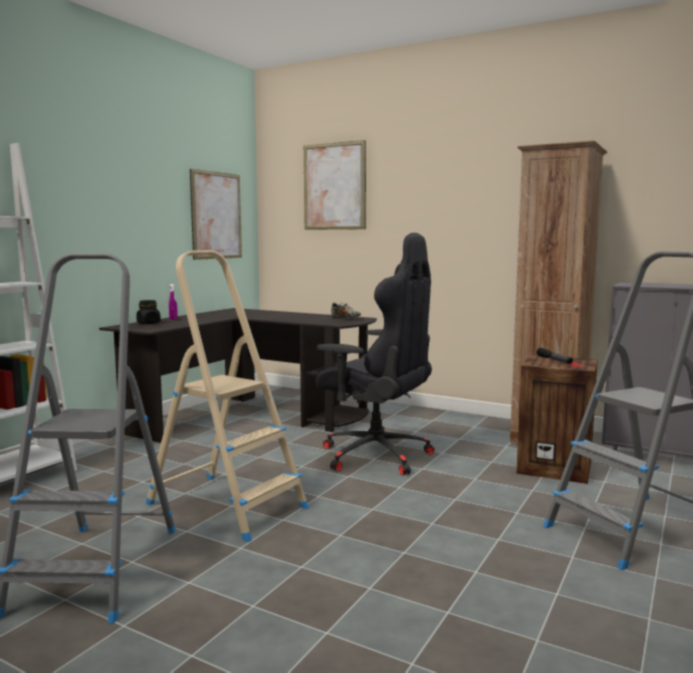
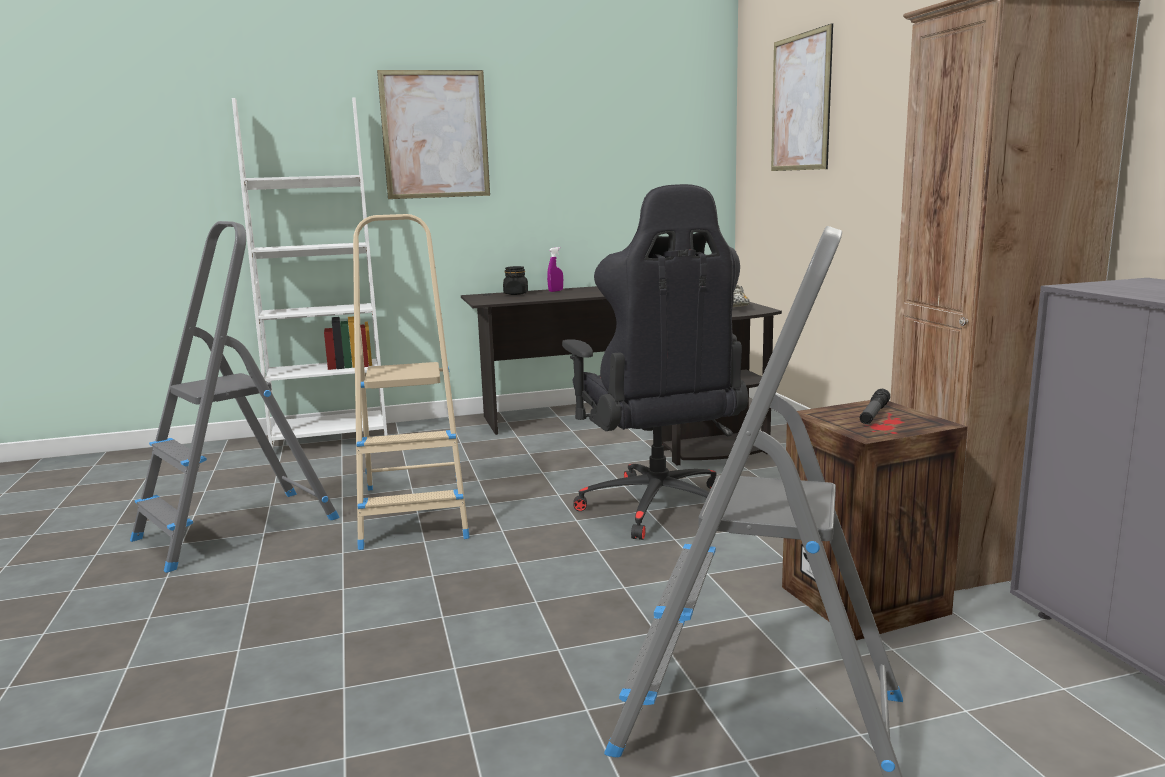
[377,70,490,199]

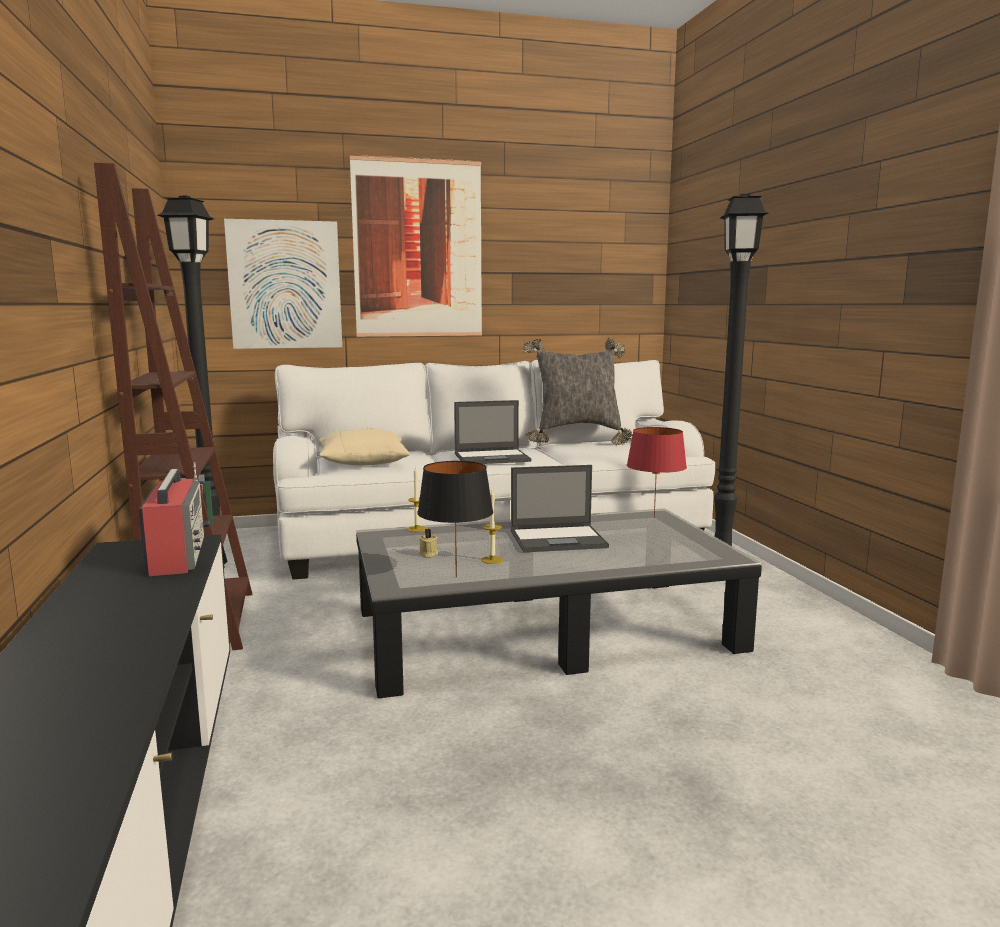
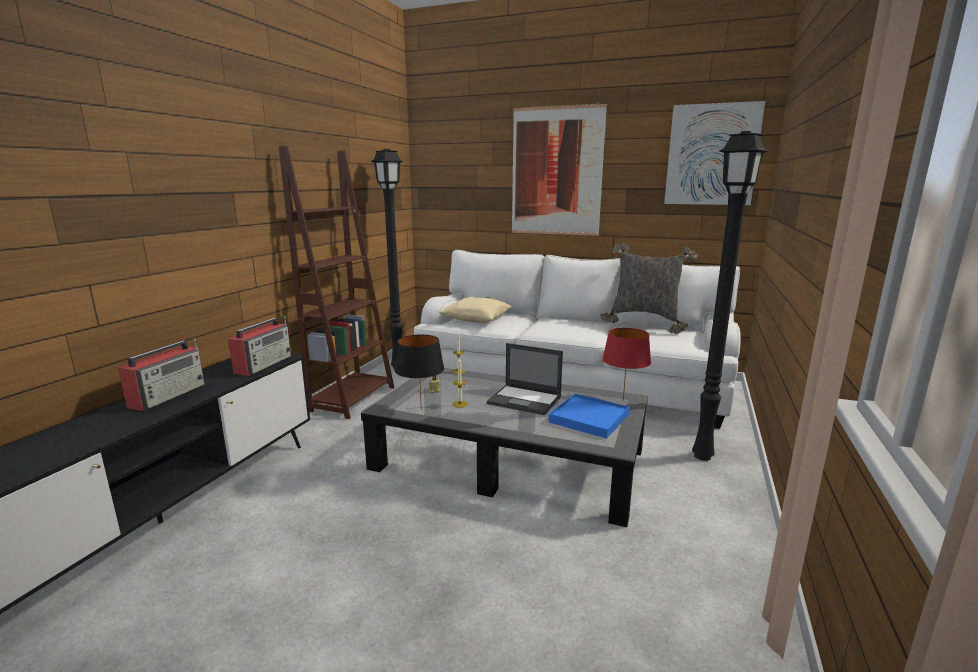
[664,101,765,205]
[454,400,531,464] (first image)
[118,338,205,411]
[549,394,629,439]

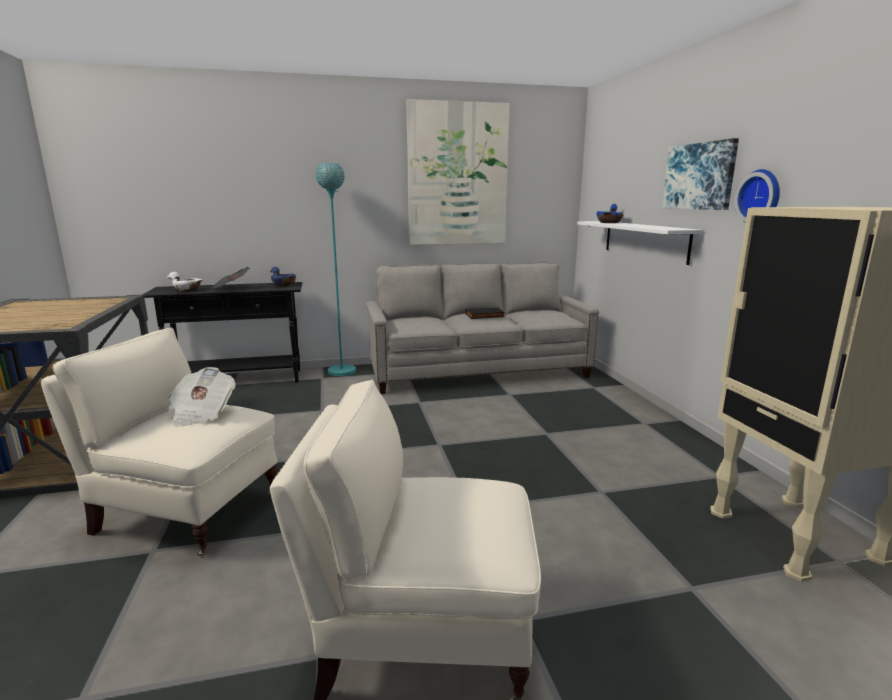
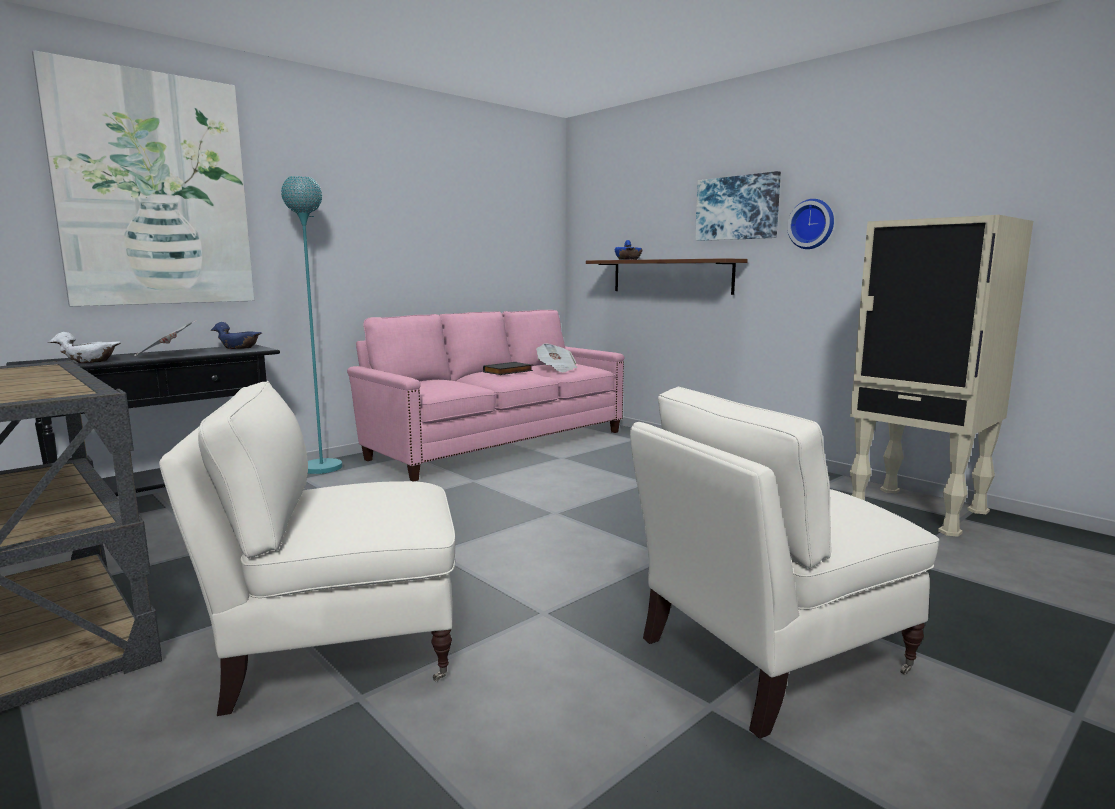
[536,343,577,372]
[347,310,624,481]
[32,50,254,306]
[586,258,748,295]

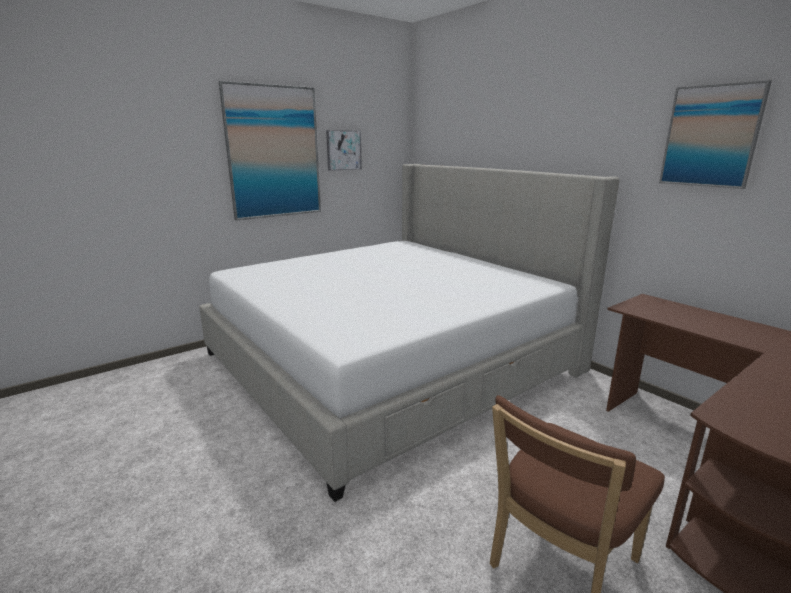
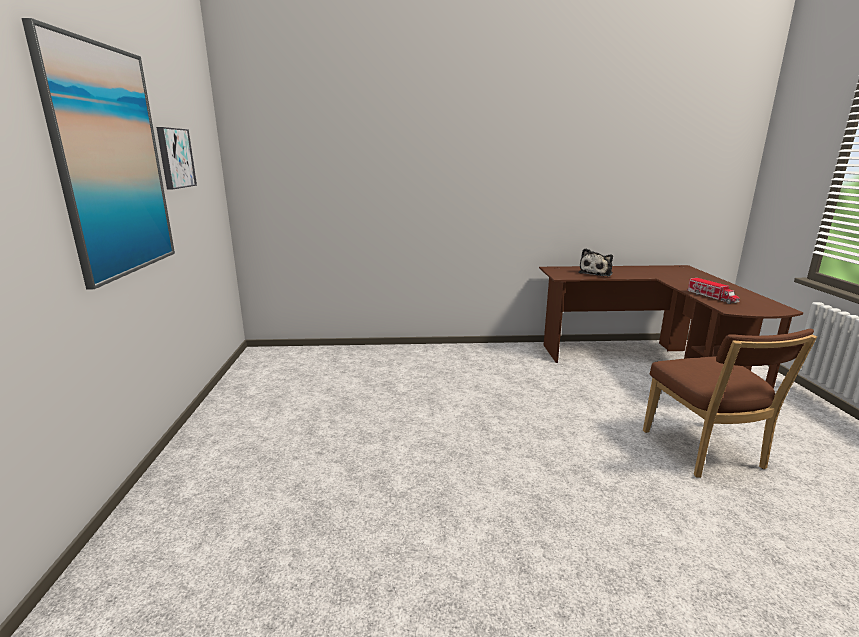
[199,164,620,502] (first image)
[659,80,772,189] (first image)
[578,248,613,277]
[687,278,740,304]

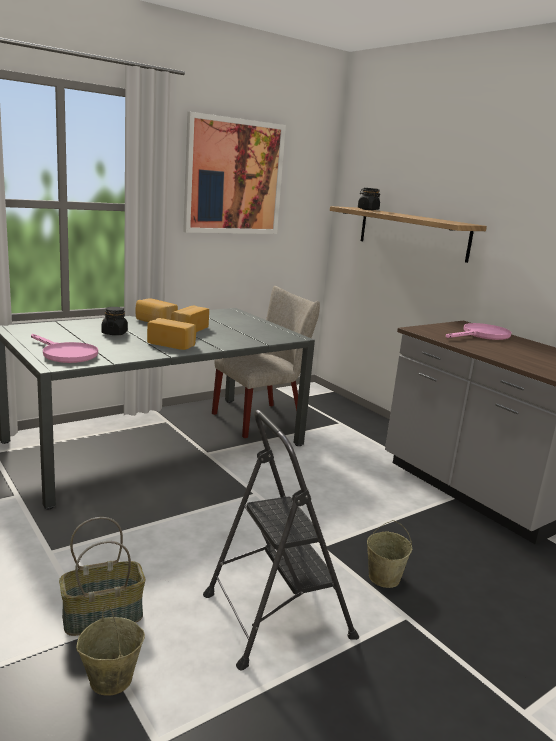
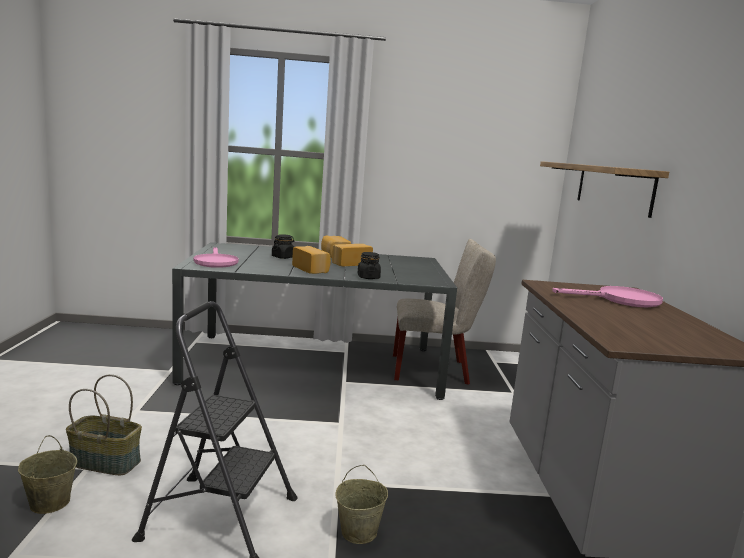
[183,112,286,234] (first image)
[357,252,381,279]

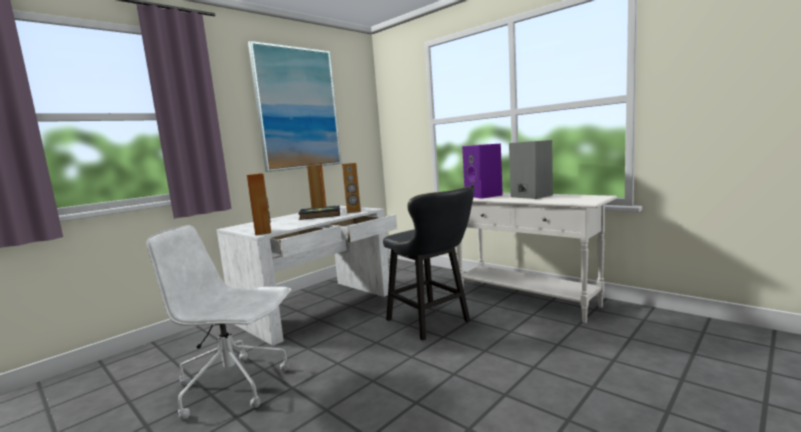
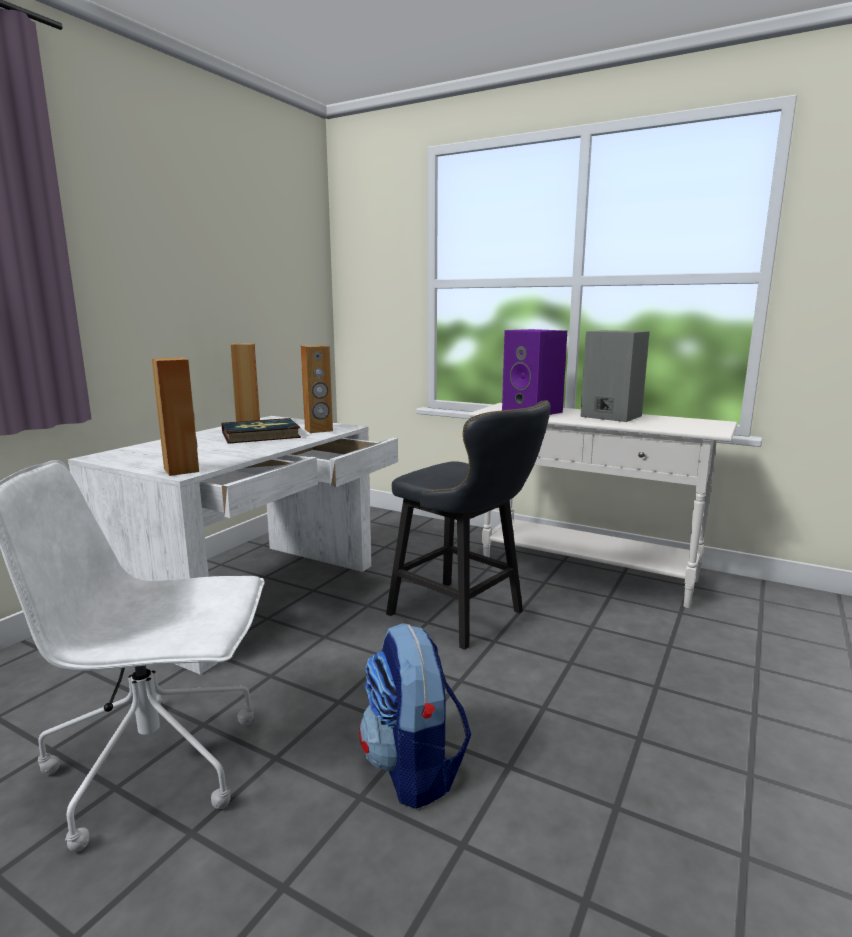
[248,41,342,172] (first image)
[359,623,471,809]

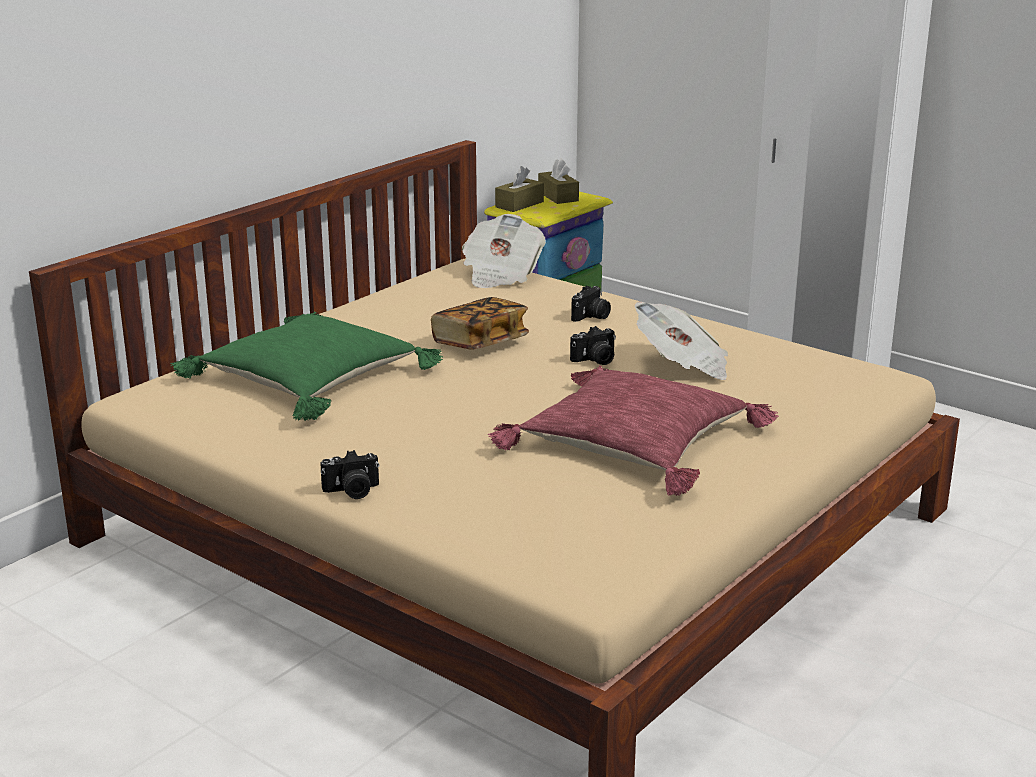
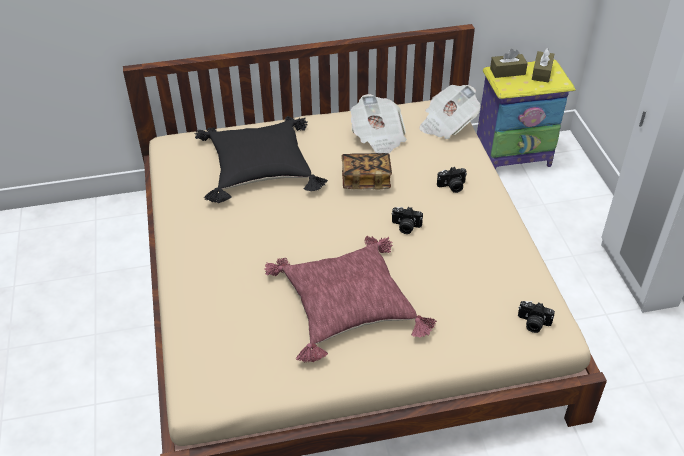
[195,116,328,203]
[518,301,555,333]
[350,94,407,153]

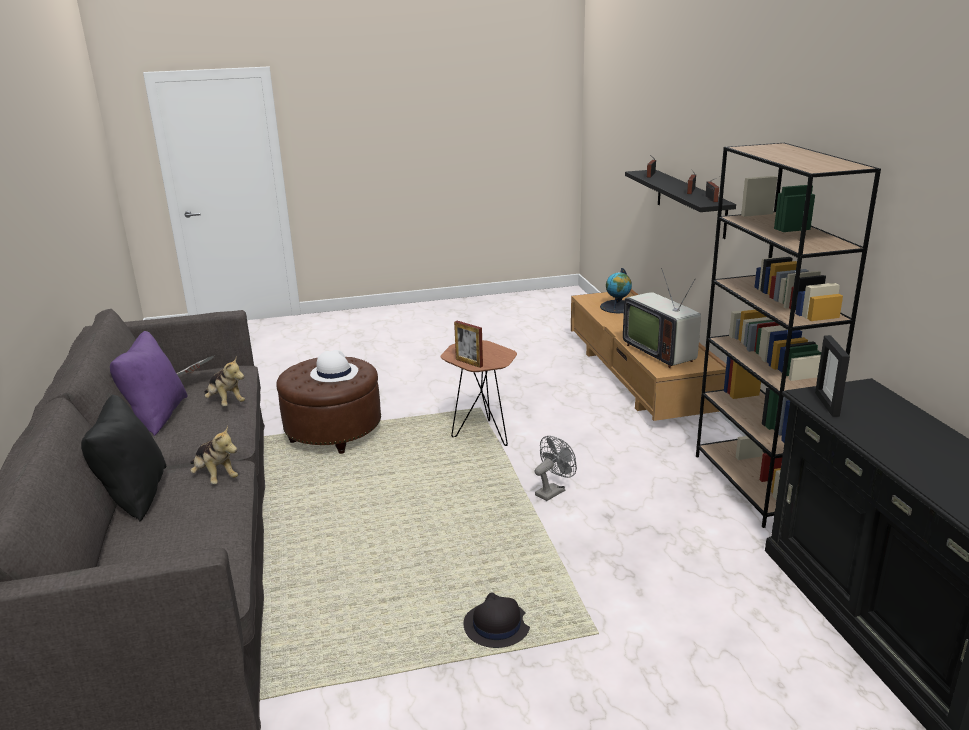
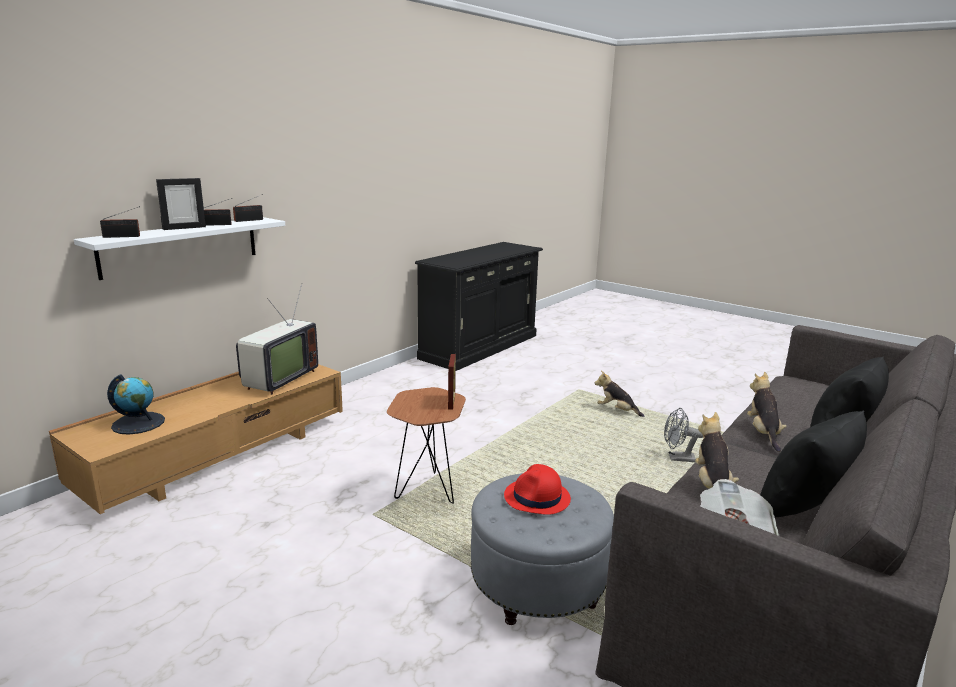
[760,410,867,518]
[471,473,614,625]
[504,464,571,515]
[594,371,644,417]
[664,408,703,462]
[74,217,285,280]
[696,143,881,528] (first image)
[156,178,206,230]

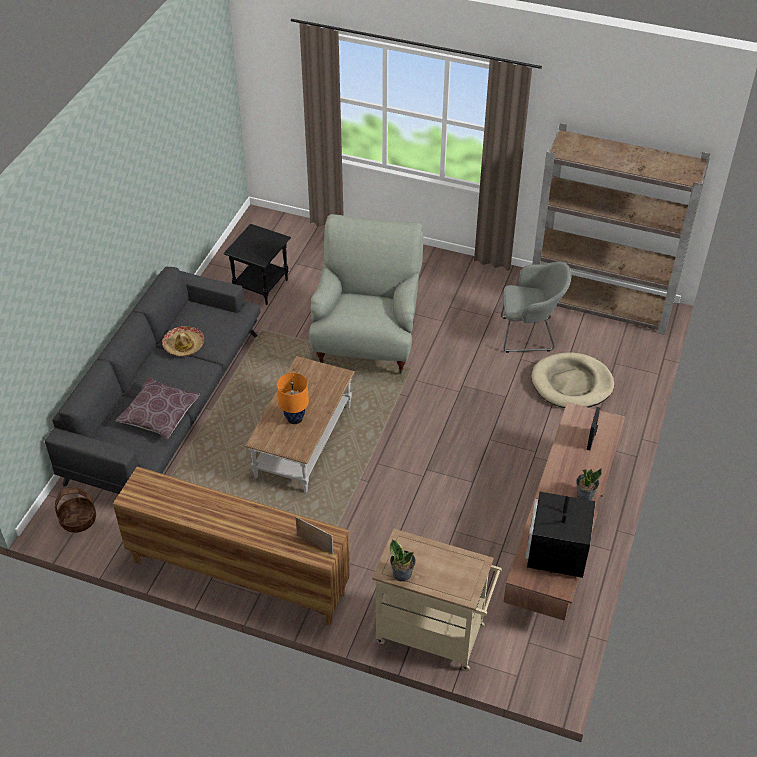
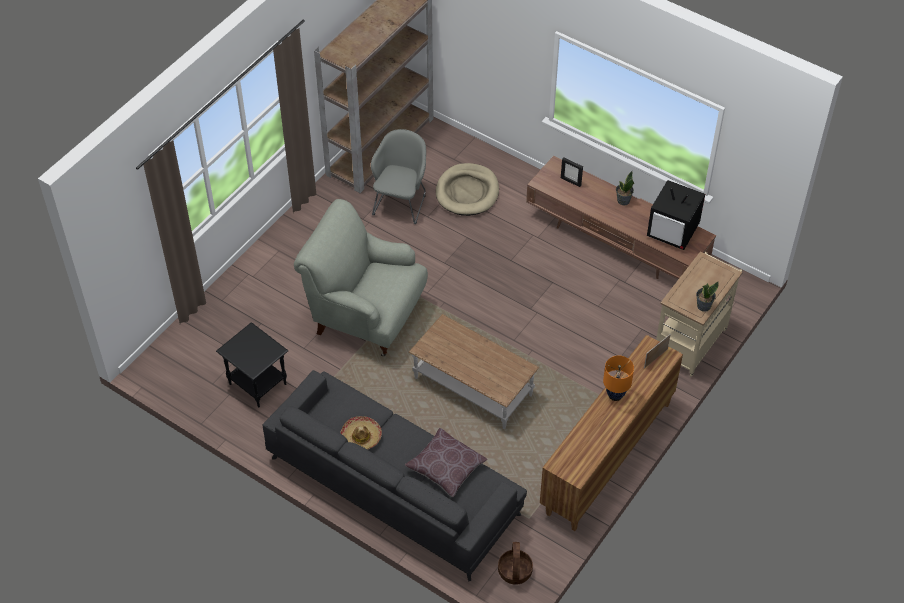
[603,356,634,401]

